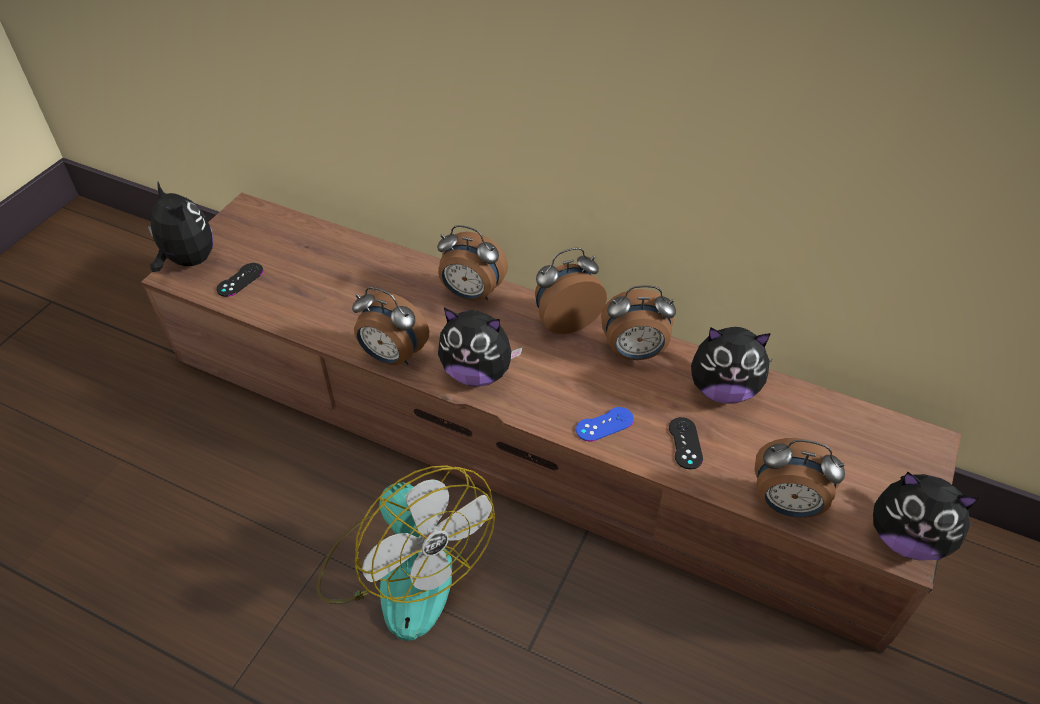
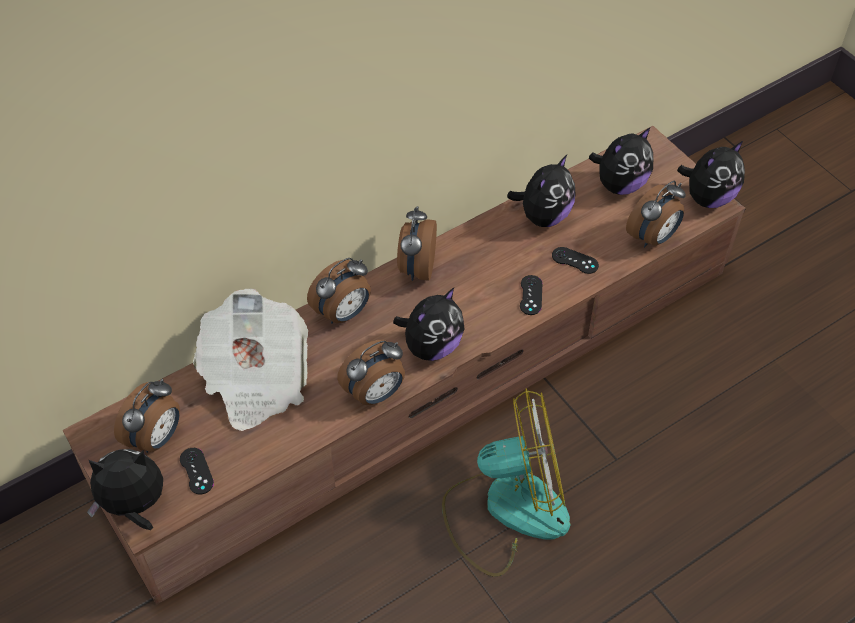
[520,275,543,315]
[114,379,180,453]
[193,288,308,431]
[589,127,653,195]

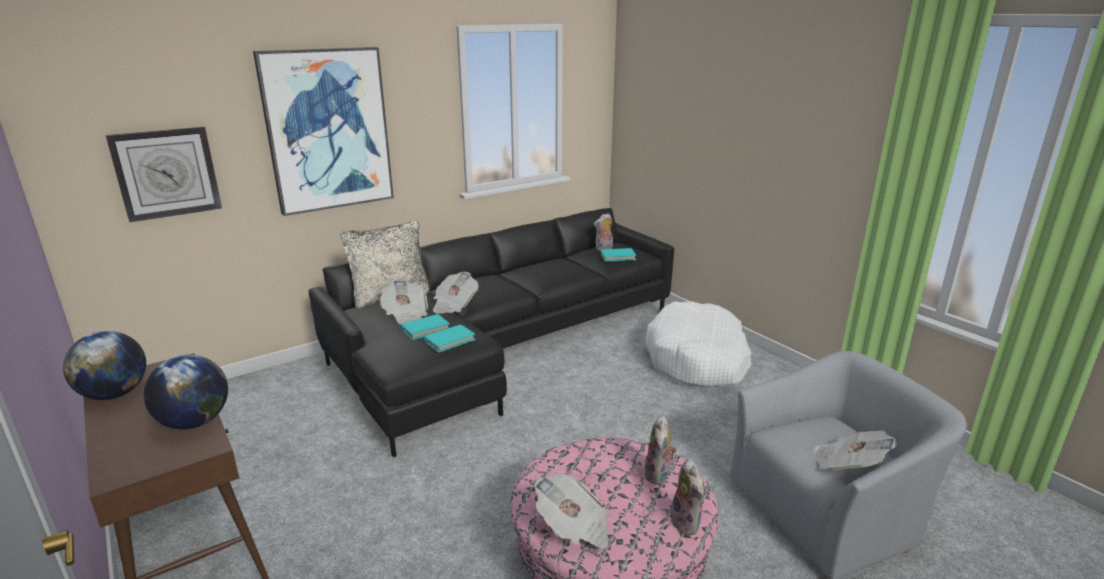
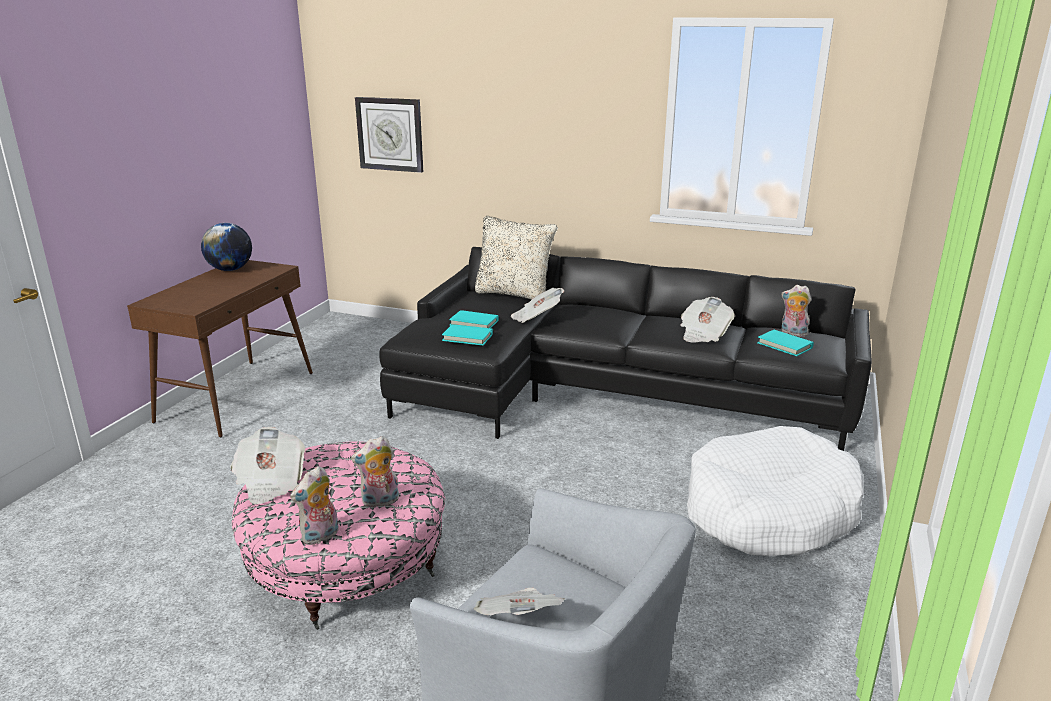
[144,355,228,429] (first image)
[253,47,394,216] (first image)
[680,297,735,342]

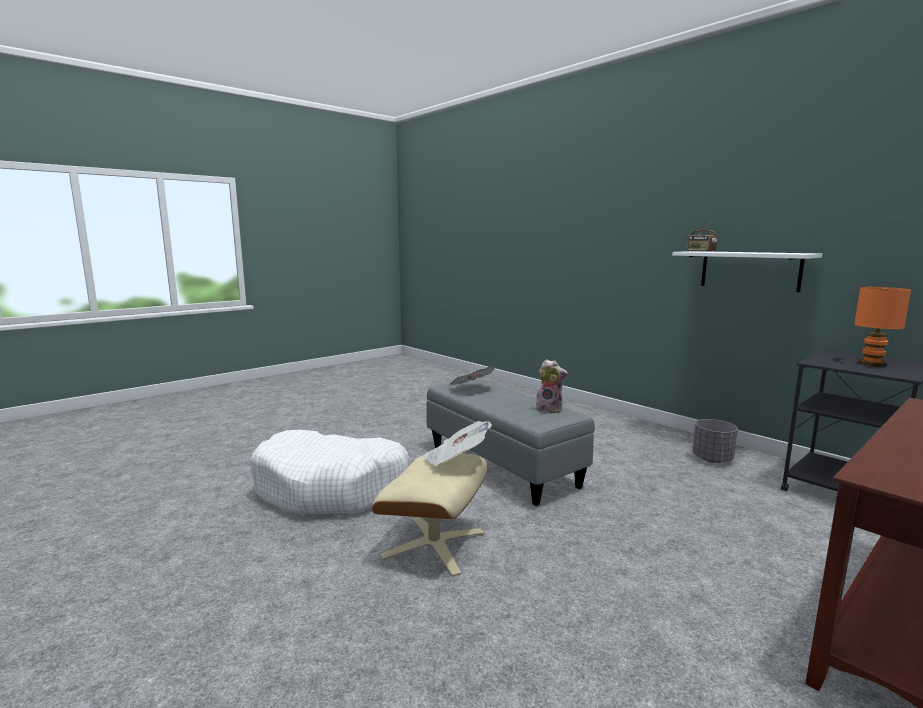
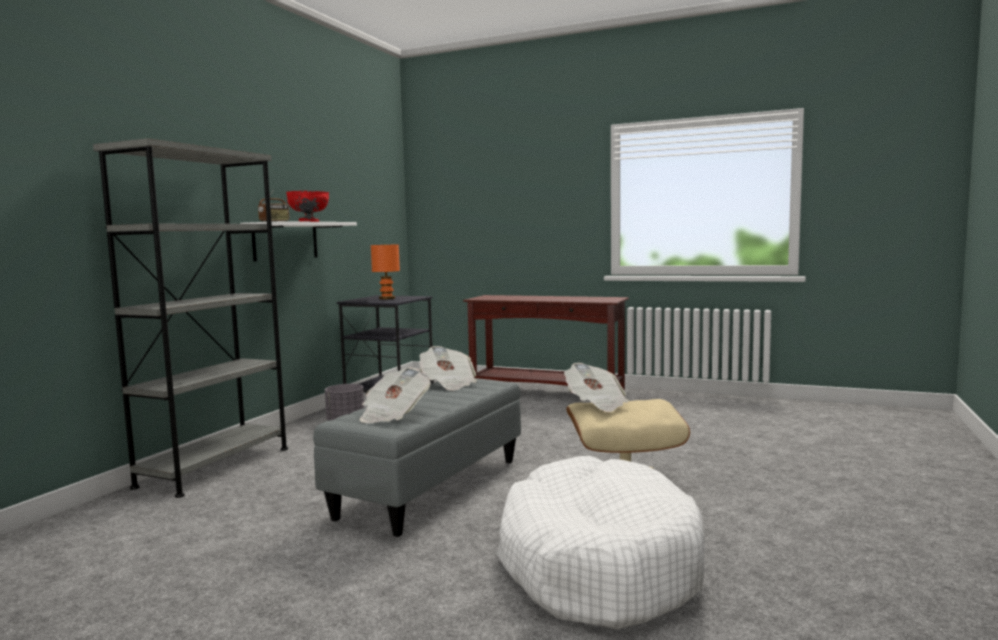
[419,346,477,391]
[93,138,288,498]
[286,191,329,222]

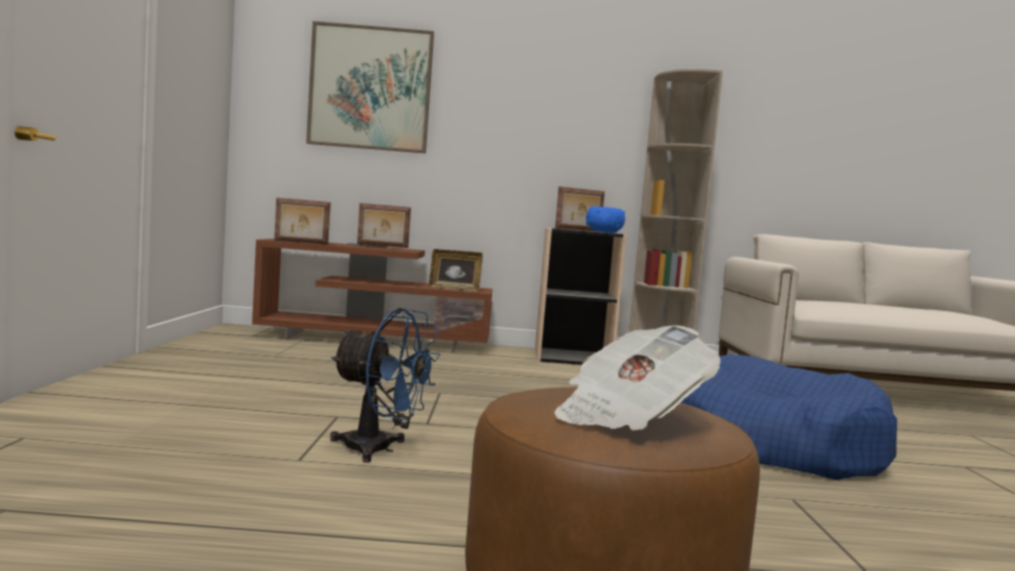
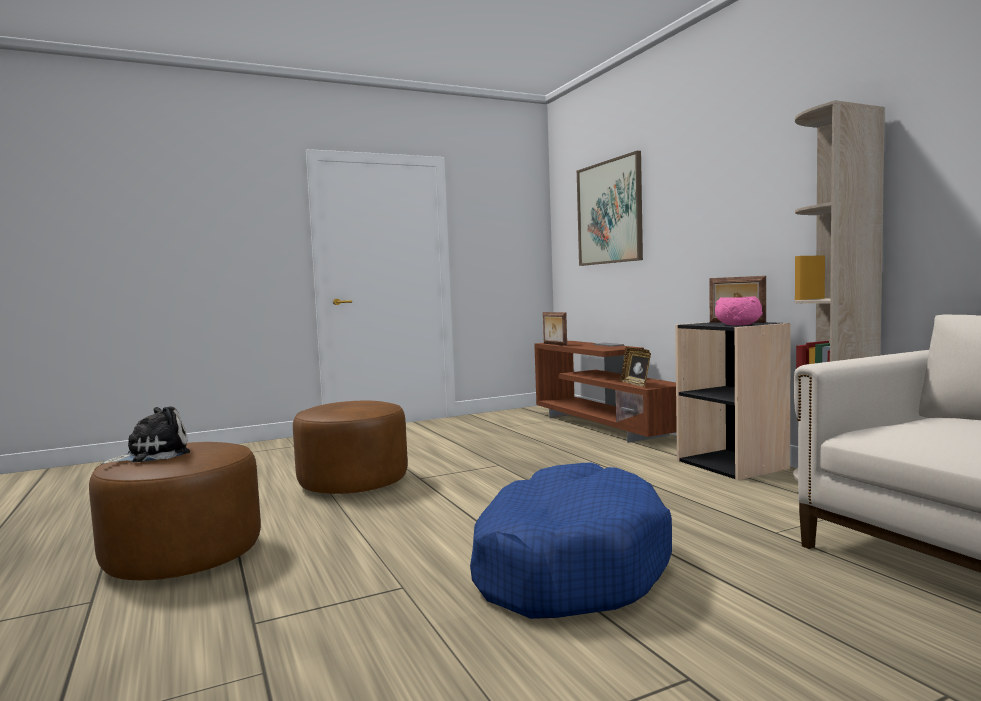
[293,401,408,494]
[357,203,411,248] (first image)
[101,406,190,464]
[715,296,763,325]

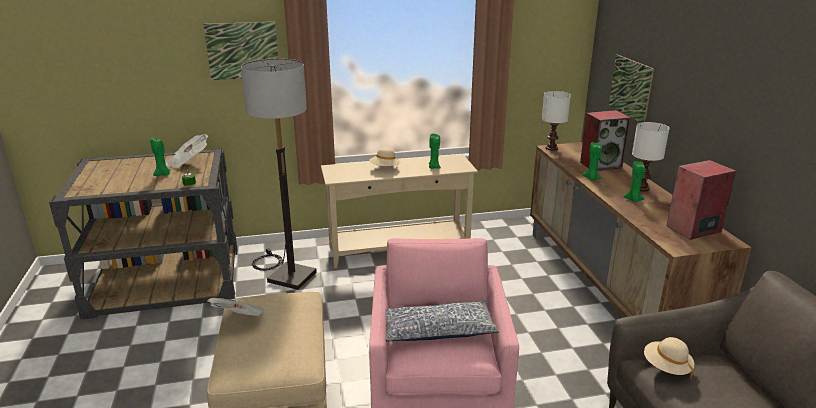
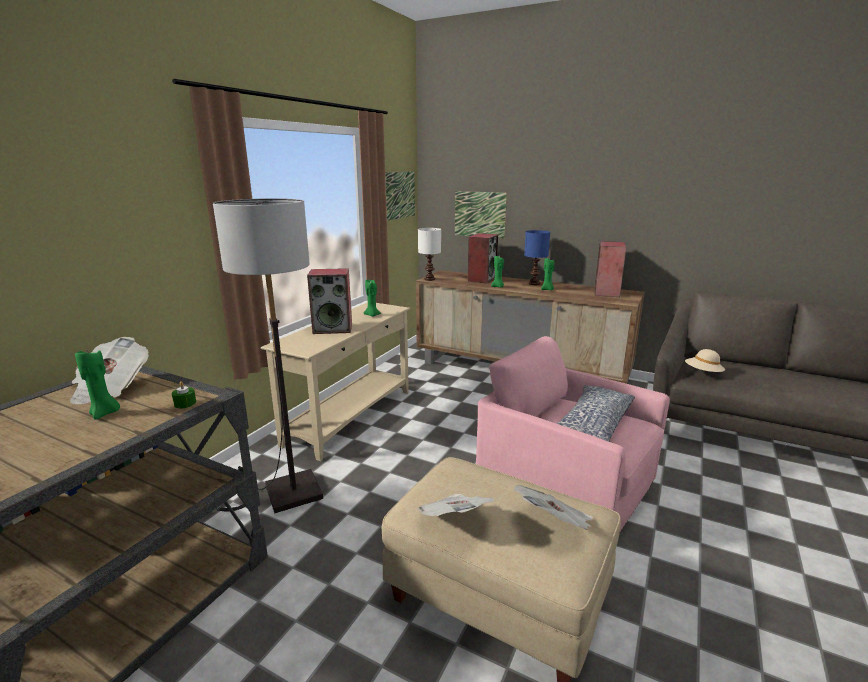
[385,171,415,221]
[307,268,352,334]
[524,230,550,285]
[514,485,593,530]

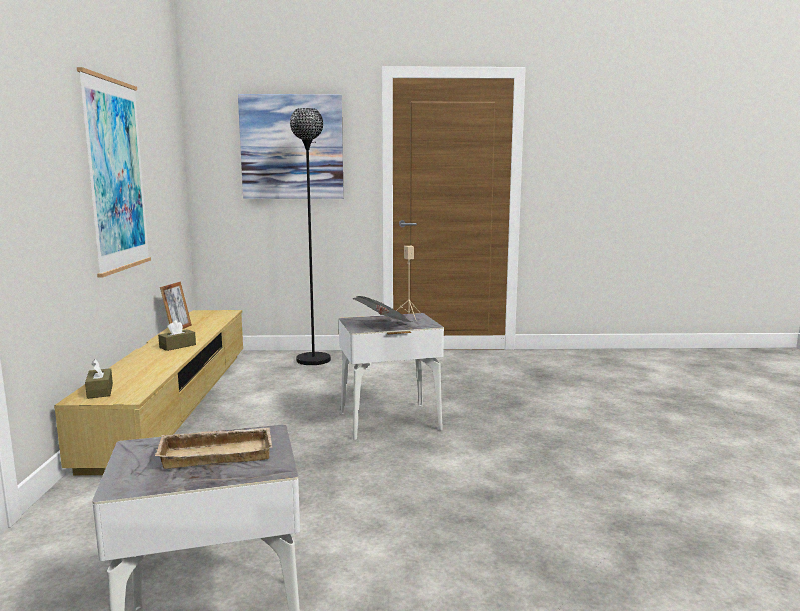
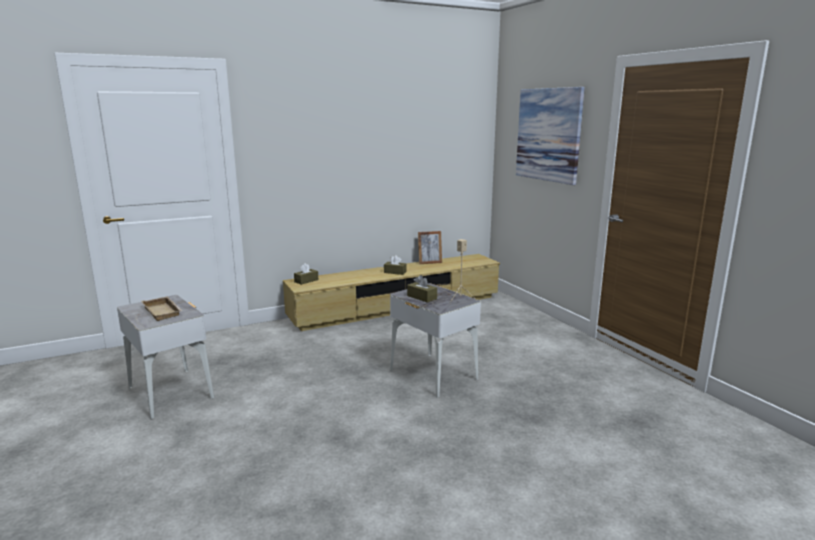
[77,67,151,278] (first image)
[290,108,331,365] (first image)
[407,275,437,303]

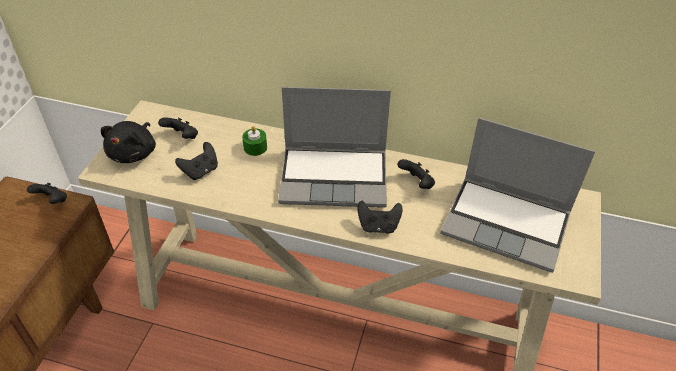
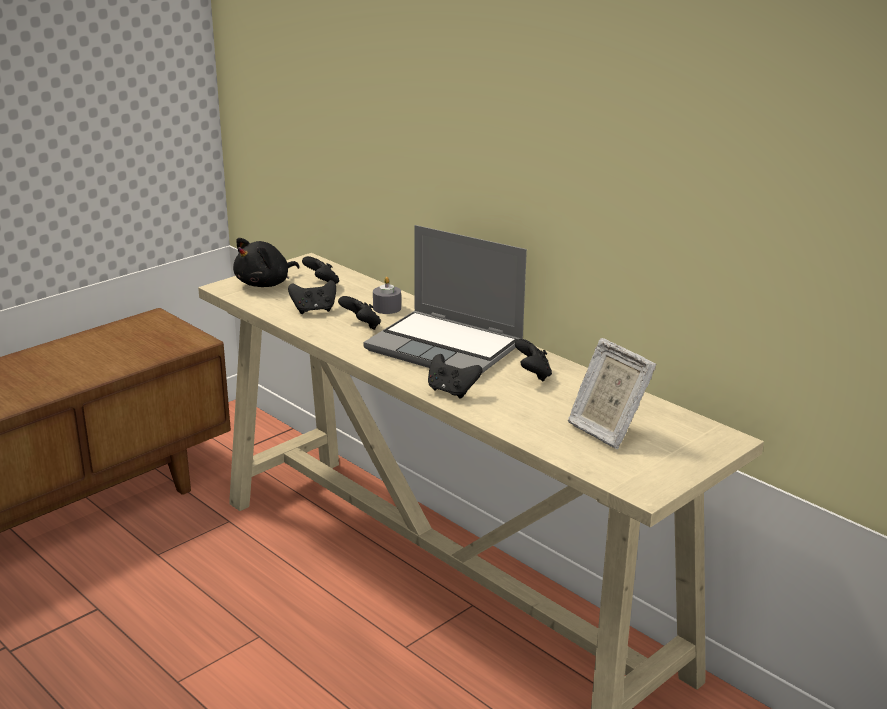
[338,296,381,330]
[373,277,401,314]
[567,338,656,449]

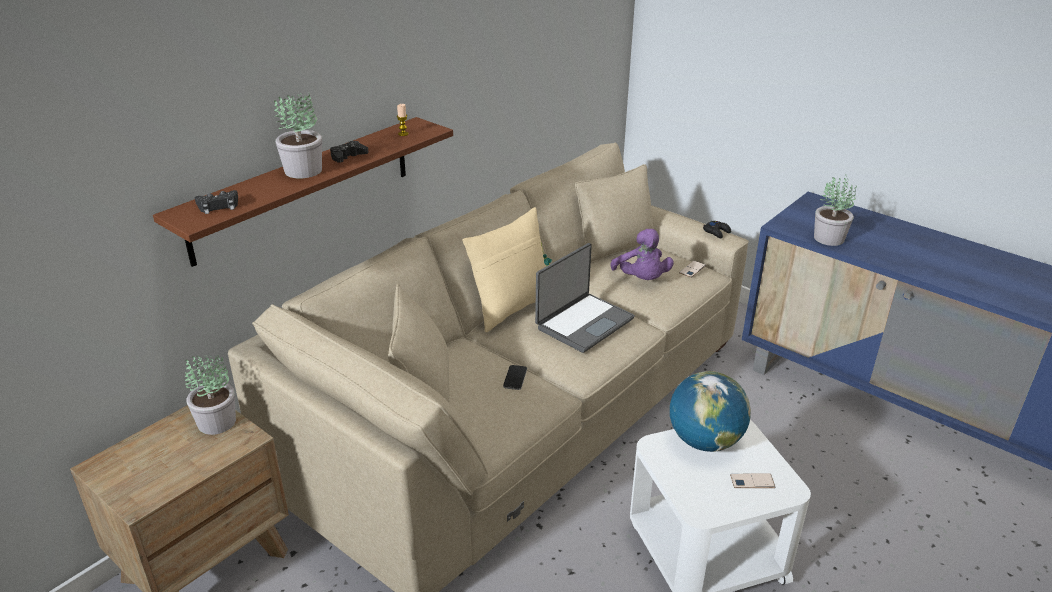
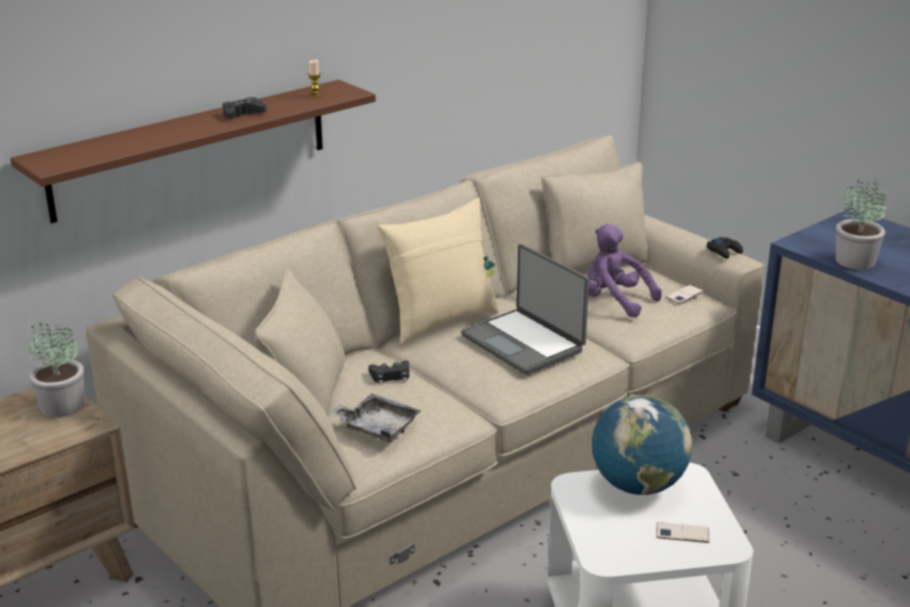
[368,361,409,385]
[274,93,322,178] (first image)
[503,365,527,390] (first image)
[461,244,589,375]
[588,224,662,318]
[330,393,421,443]

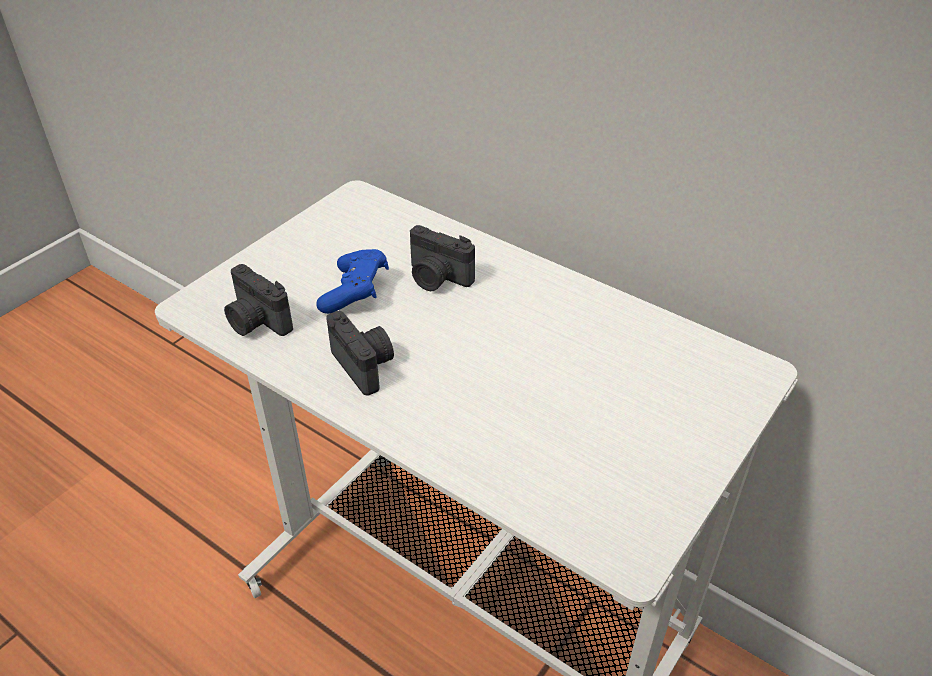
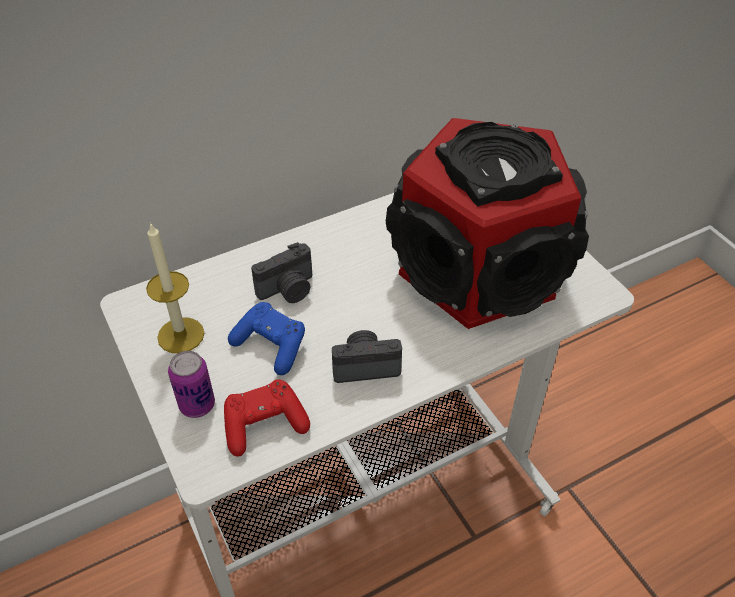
[224,379,310,457]
[146,222,204,353]
[168,351,215,418]
[386,118,589,329]

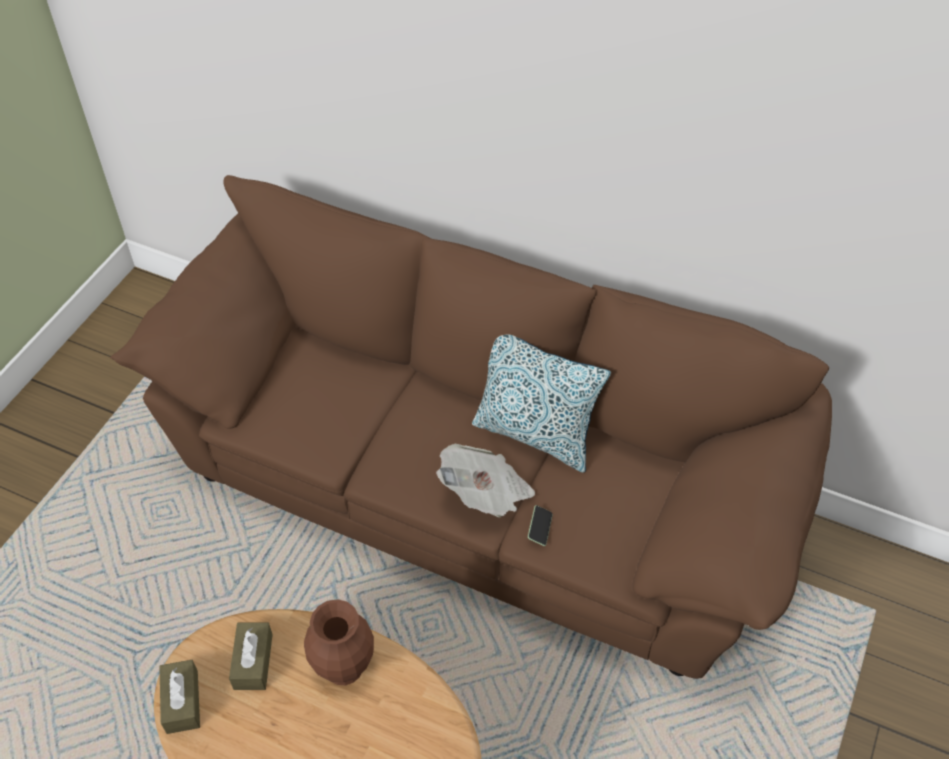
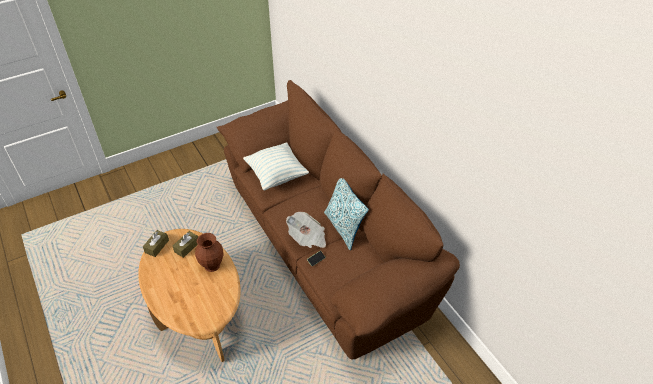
[243,142,309,190]

